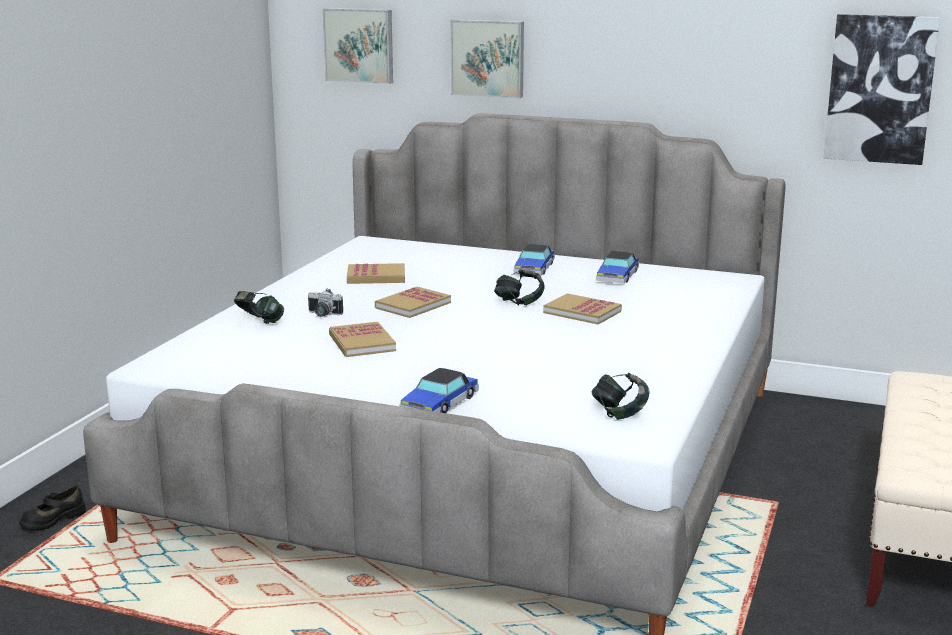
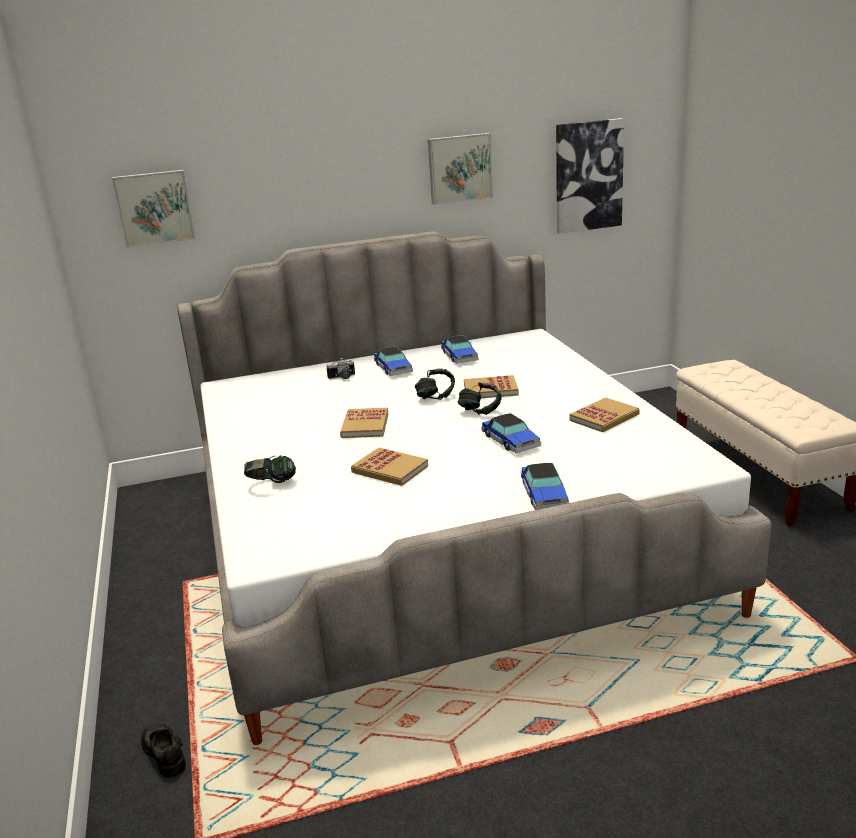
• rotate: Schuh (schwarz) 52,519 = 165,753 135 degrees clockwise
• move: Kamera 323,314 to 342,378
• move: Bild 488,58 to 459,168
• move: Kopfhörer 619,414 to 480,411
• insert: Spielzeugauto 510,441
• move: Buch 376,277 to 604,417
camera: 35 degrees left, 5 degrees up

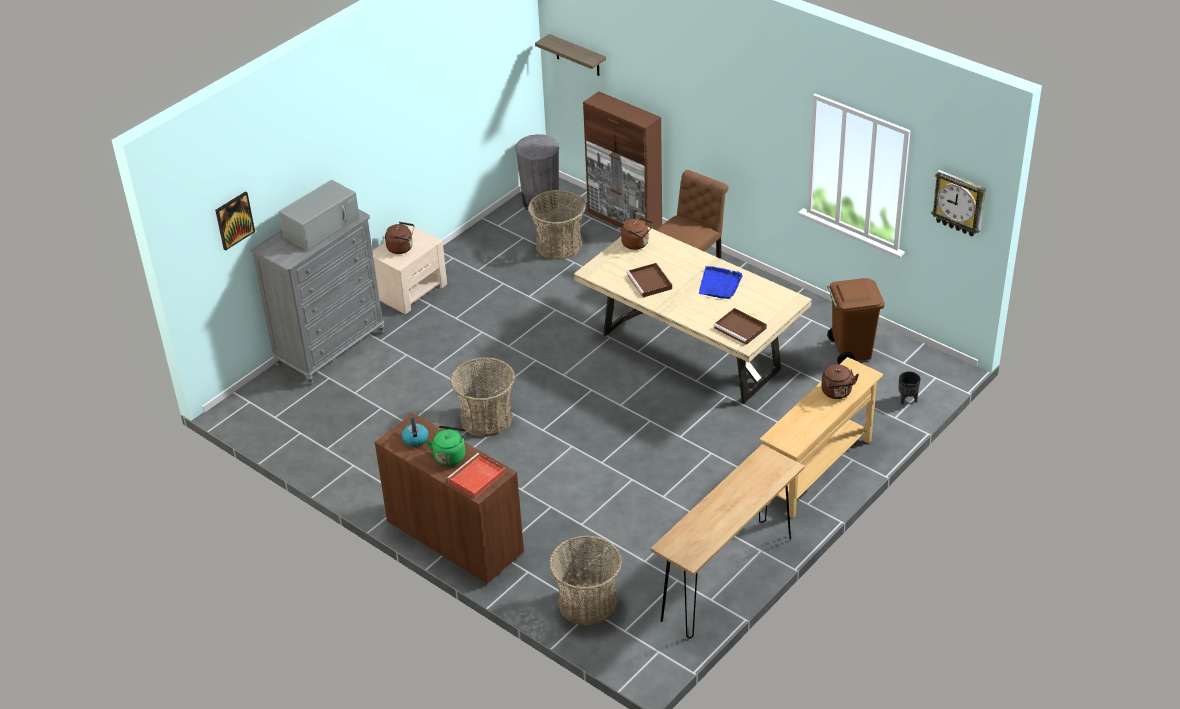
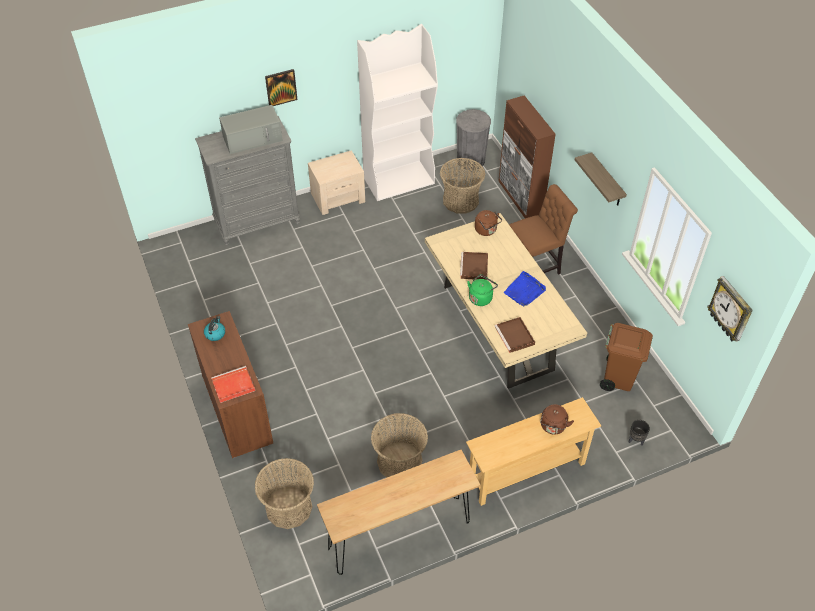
• move: Bild 234,220 to 281,87
• insert: Bücherregal (weiß) 399,180
• move: Korb 486,418 to 399,461
• move: Wasserkessel (grün) 450,456 to 481,297
• move: Wandregal 577,55 to 607,181
• delete: Wasserkessel (braun) 402,248
camera: 25 degrees right, 10 degrees up

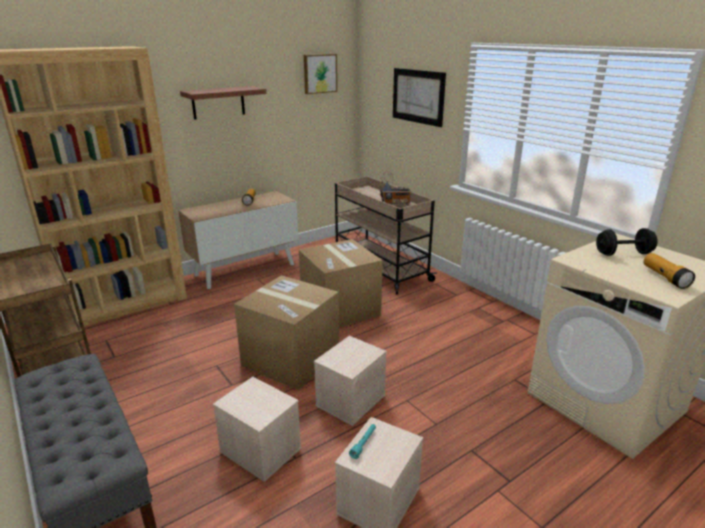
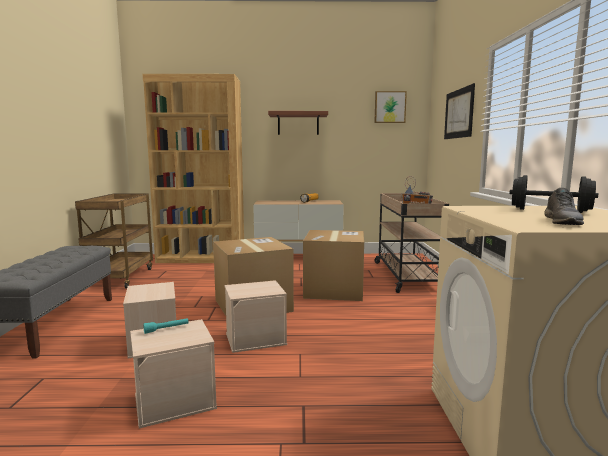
• replace: Taschenlampe 665,278 to Schuh (grau) 563,222
camera: 35 degrees right, 15 degrees down

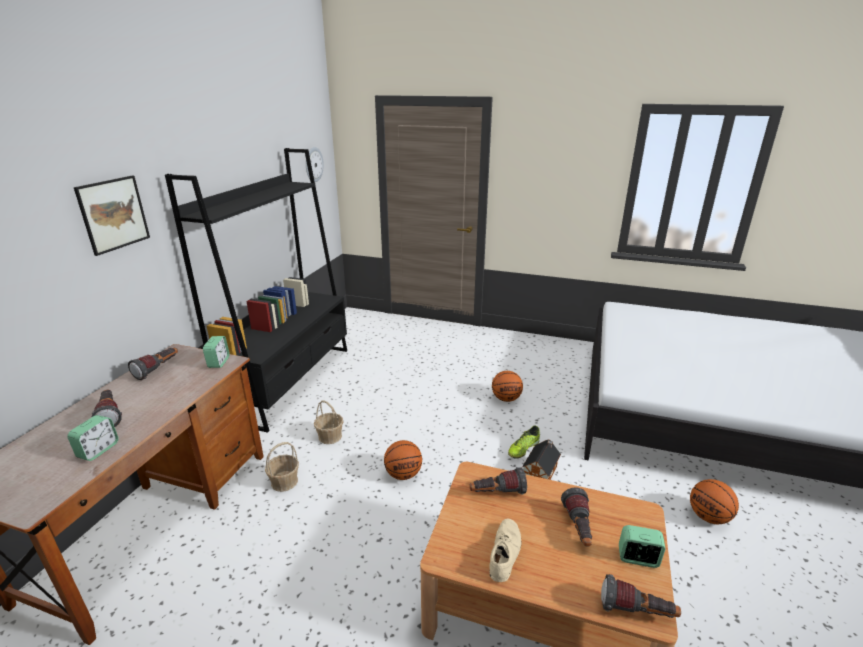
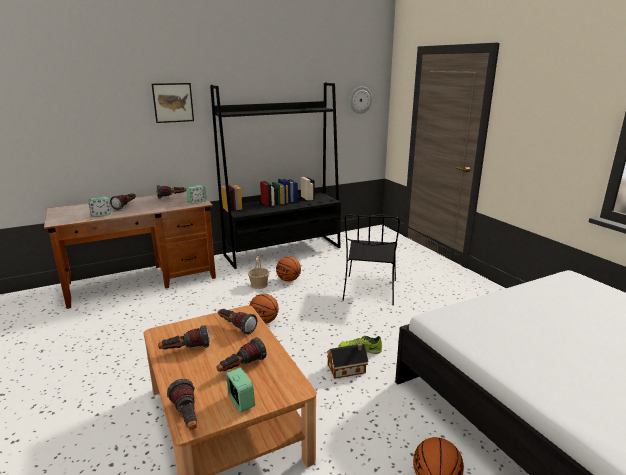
• replace: Schuh (beige) 504,553 to Taschenlampe 185,350
• move: Basketball 506,398 to 288,280
• insert: Stuhl (schwarz) 370,291
• delete: Korb 284,482
camera: 45 degrees right, 5 degrees down

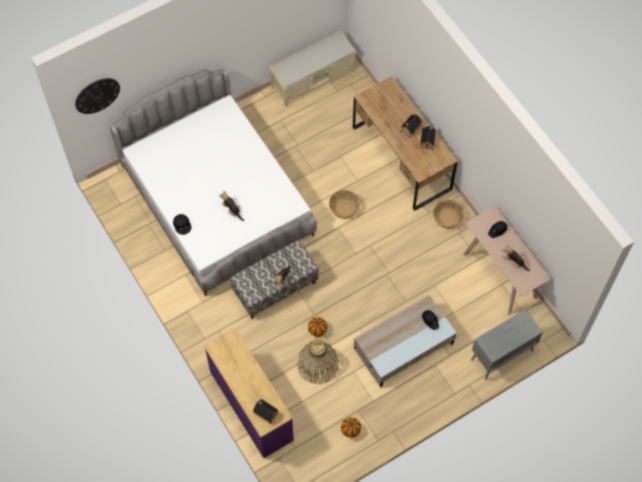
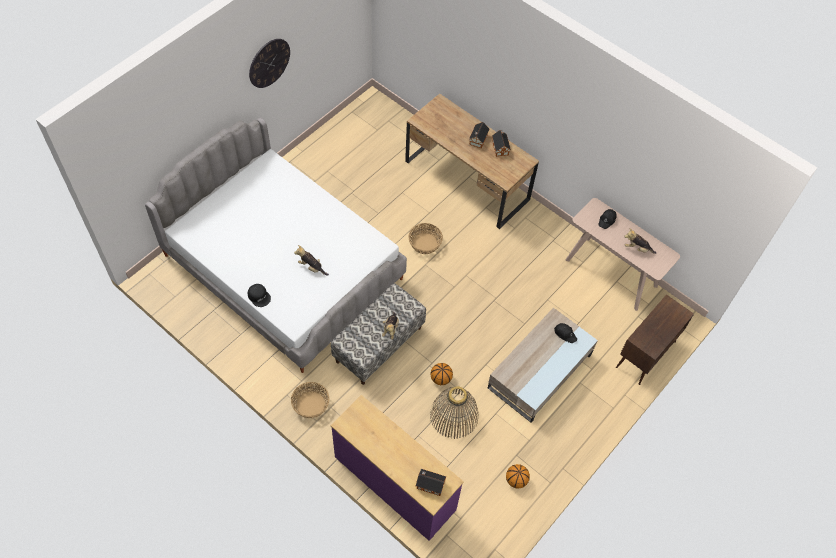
• move: Wanduhr 97,95 to 269,63
• move: Korb 447,218 to 310,405
• recolor: Schrank (grau) 501,356 to Schrank (braun) 645,355
• delete: Bank (beige) 313,78
camera: 20 degrees left, 5 degrees down

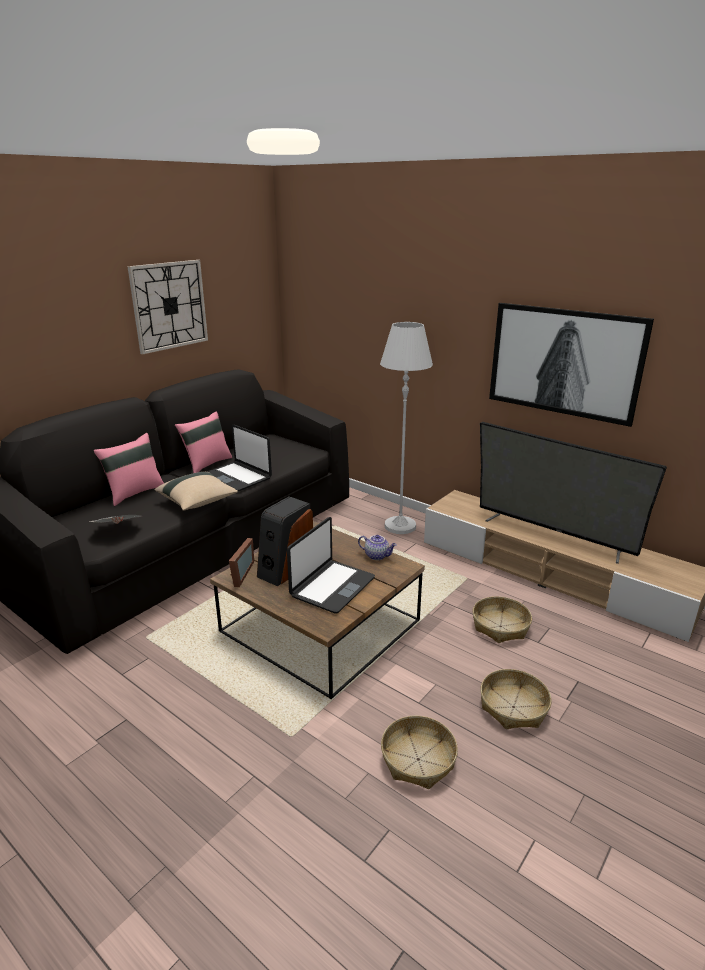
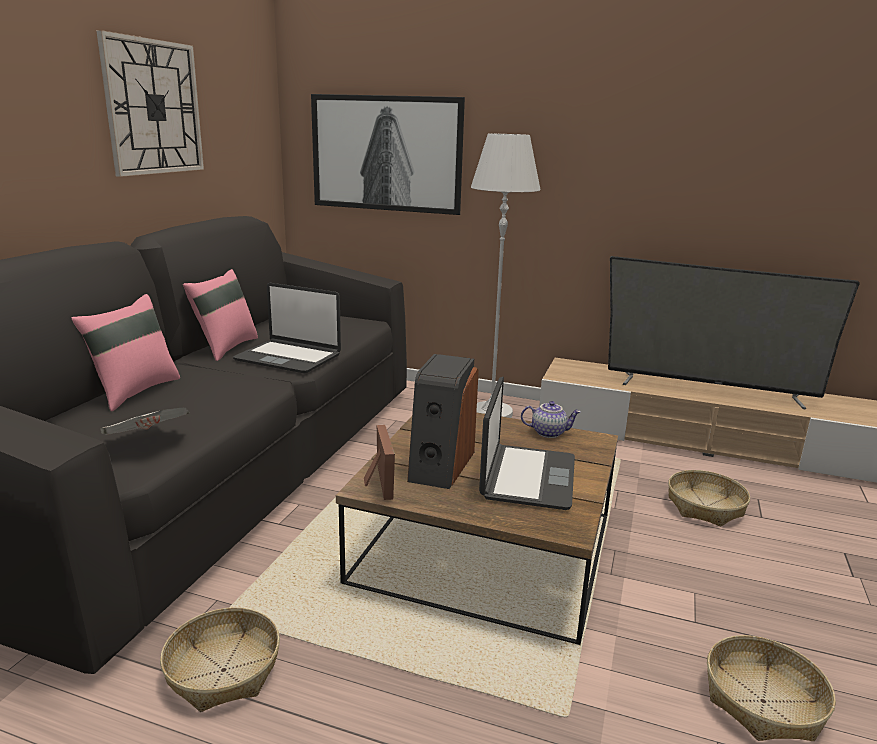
• move: Korb 513,707 to 224,670
• move: Bild 564,362 to 387,154
• delete: Kissen (beige) 197,502
camera: 20 degrees left, 5 degrees down

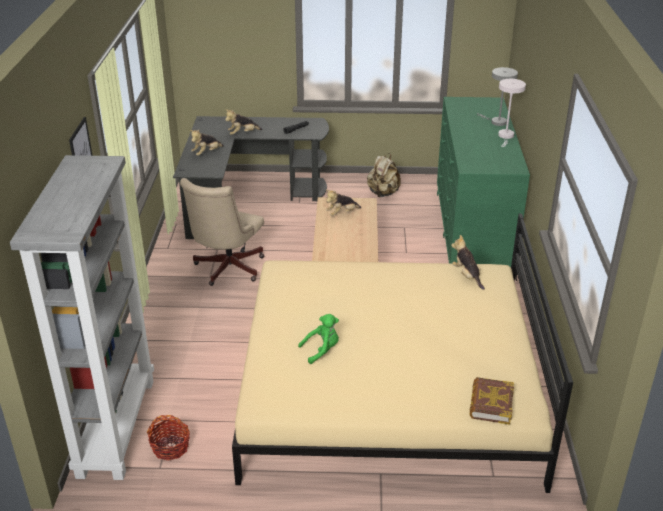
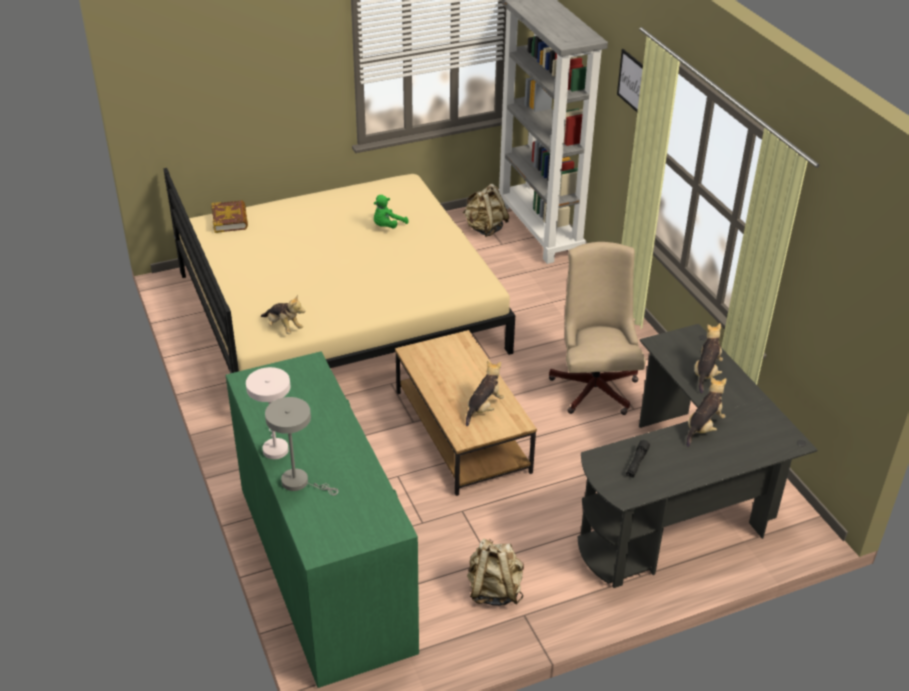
• replace: Korb 170,447 to Rucksack (beige) 485,229
camera: 155 degrees right, 5 degrees up

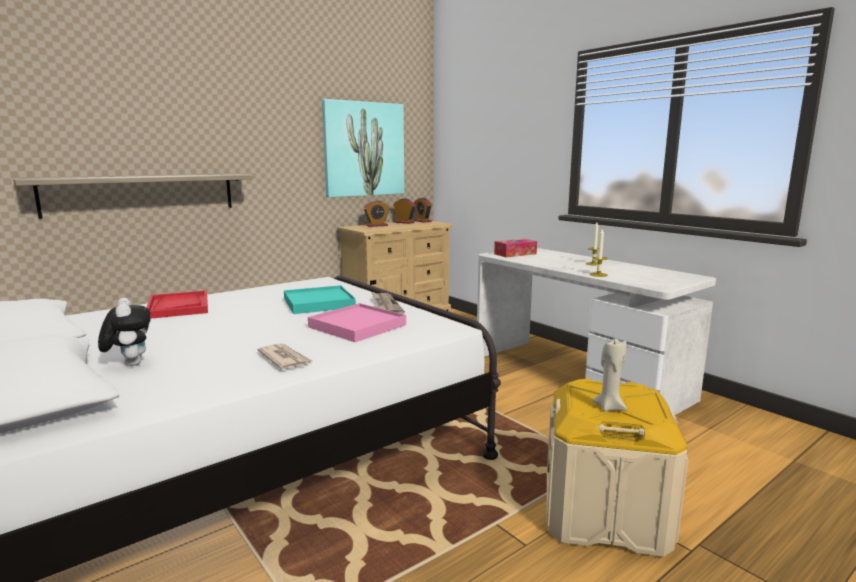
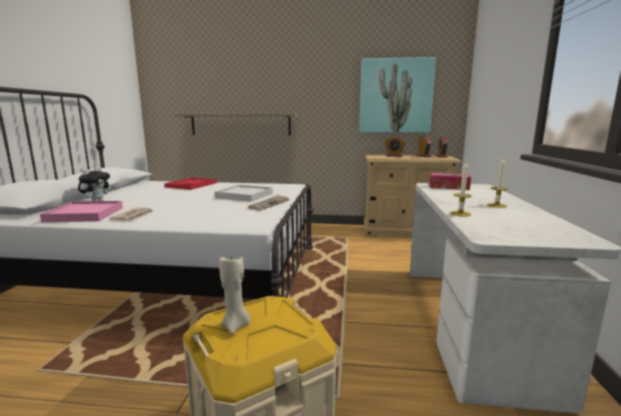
• move: Tablett (rosa) 357,326 to 85,214
• recolor: Tablett (türkis) 318,303 to Tablett (weiß) 244,195
camera: 45 degrees right, 0 degrees up

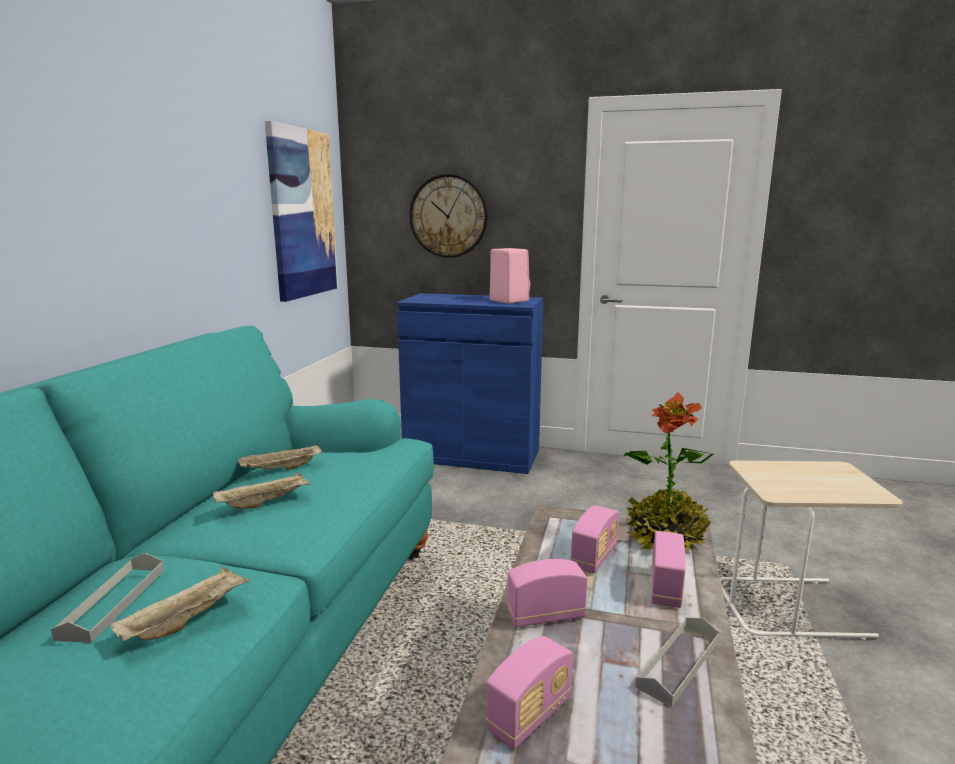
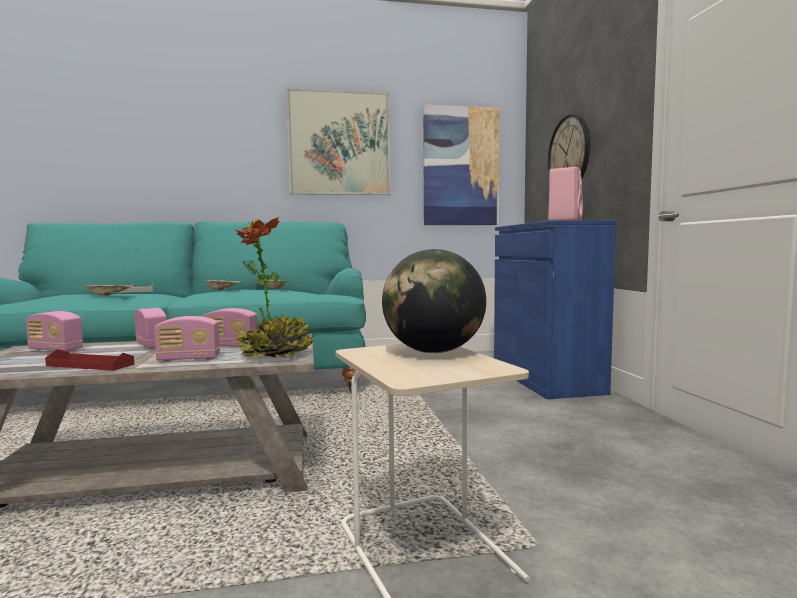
• recolor: Tablett (grau) 678,663 to Tablett (rot) 90,365
• insert: Bild 339,143
• insert: Globus 433,352
camera: 65 degrees right, 10 degrees down

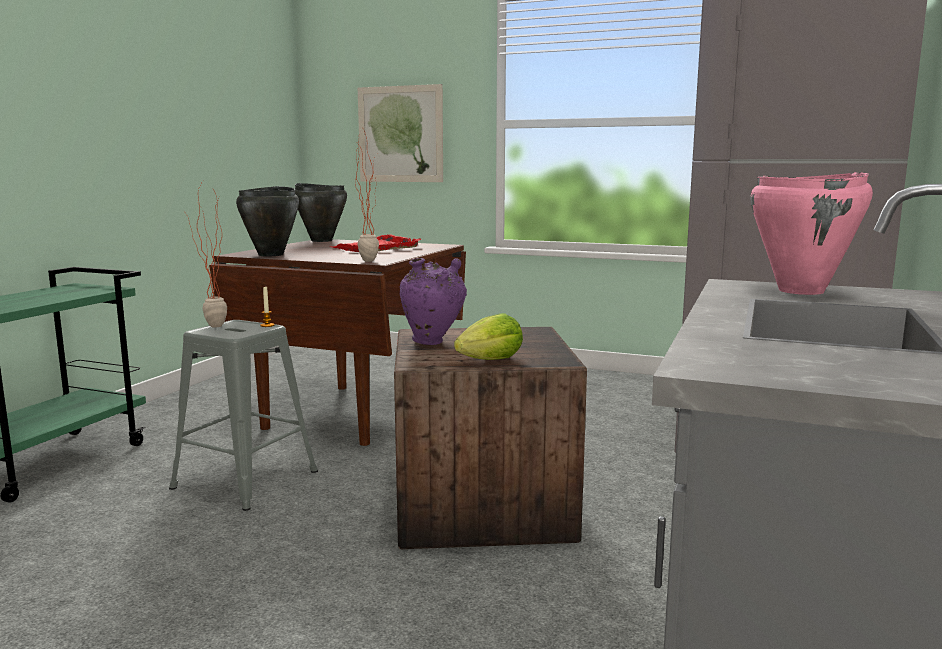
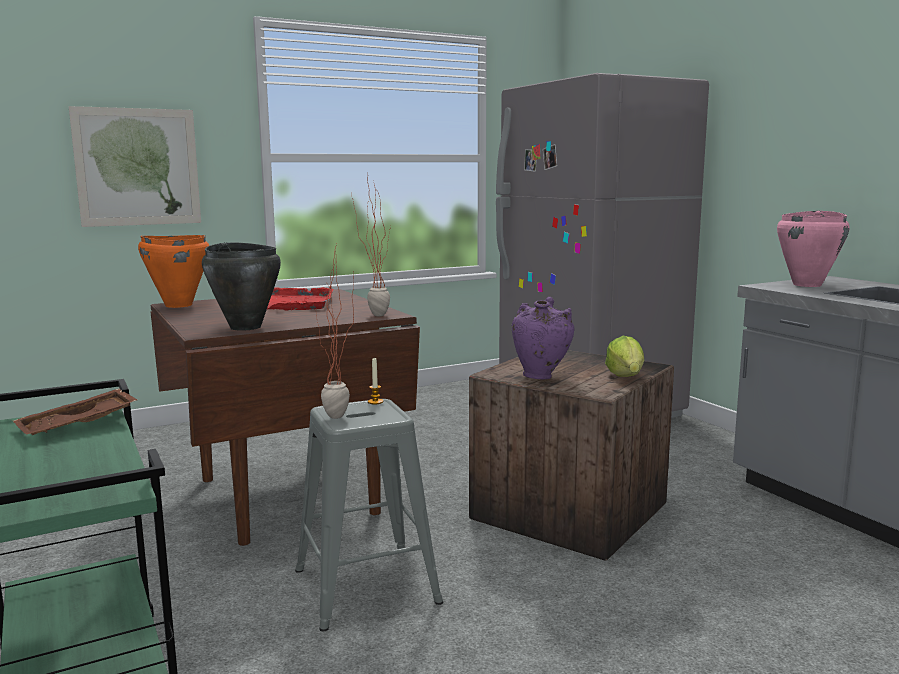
• insert: Tablett (braun) 78,426
• recolor: Kochtopf (schwarz) 321,240 to Kochtopf (orange) 178,305
camera: 50 degrees left, 0 degrees up

